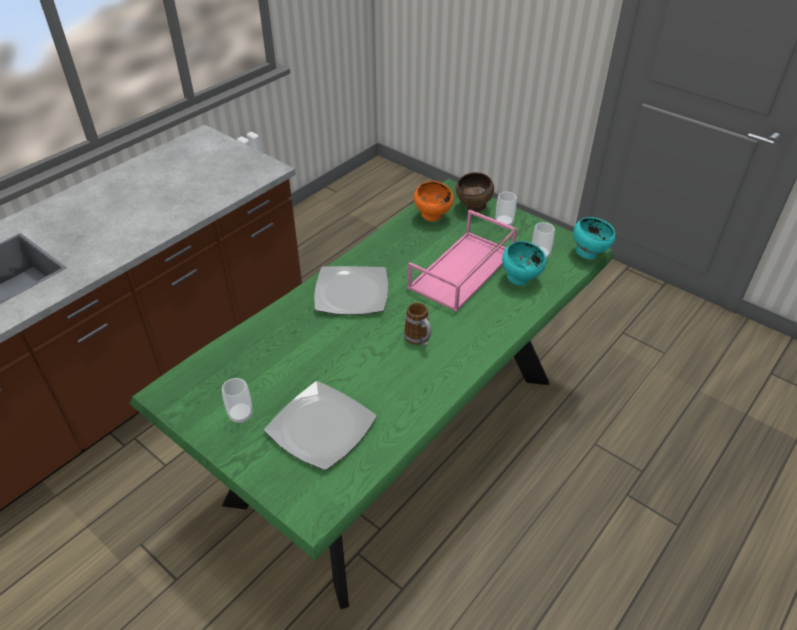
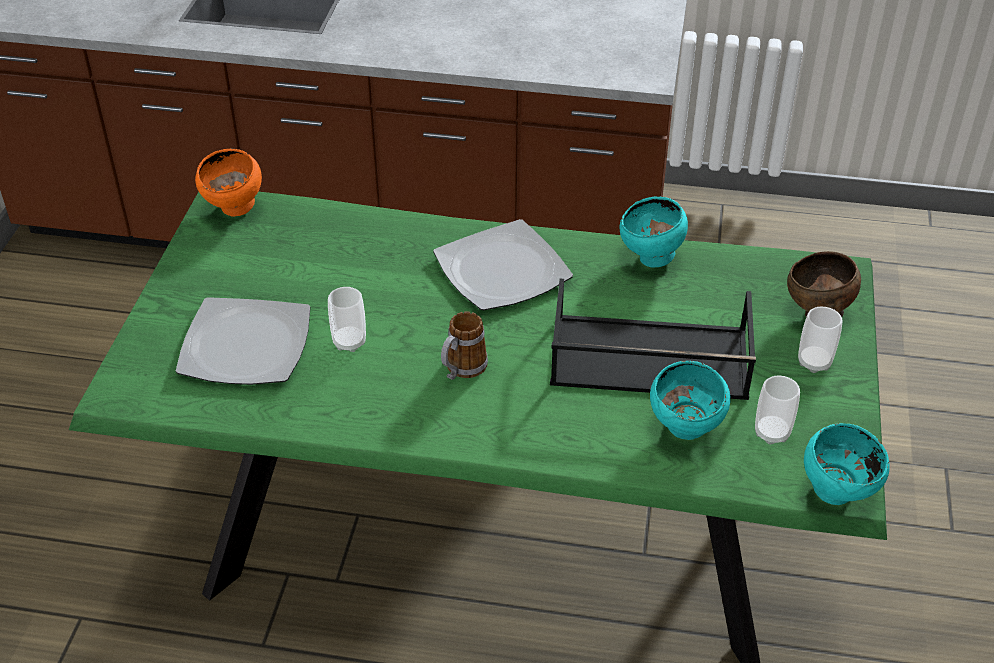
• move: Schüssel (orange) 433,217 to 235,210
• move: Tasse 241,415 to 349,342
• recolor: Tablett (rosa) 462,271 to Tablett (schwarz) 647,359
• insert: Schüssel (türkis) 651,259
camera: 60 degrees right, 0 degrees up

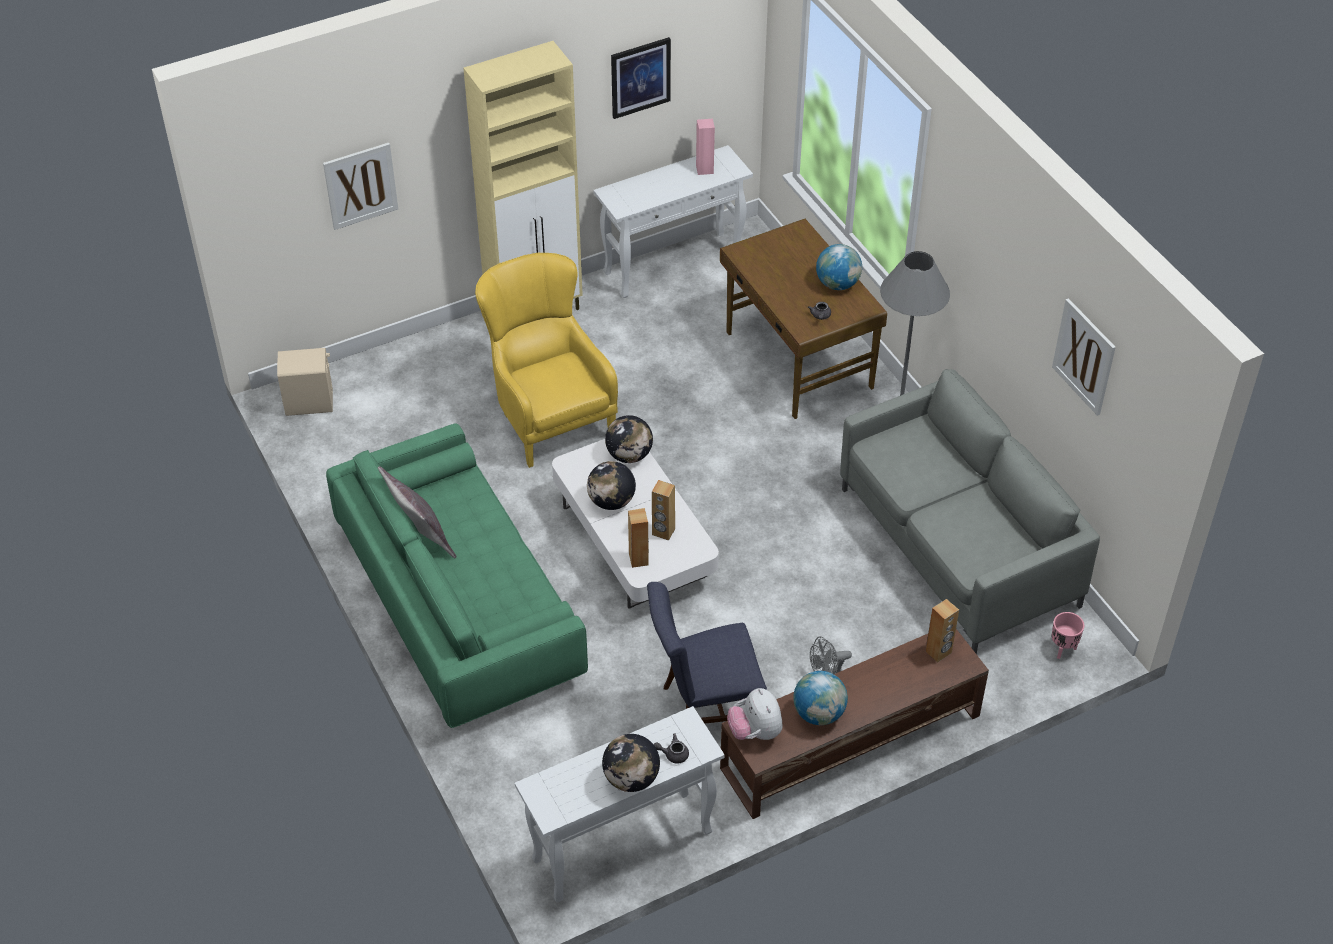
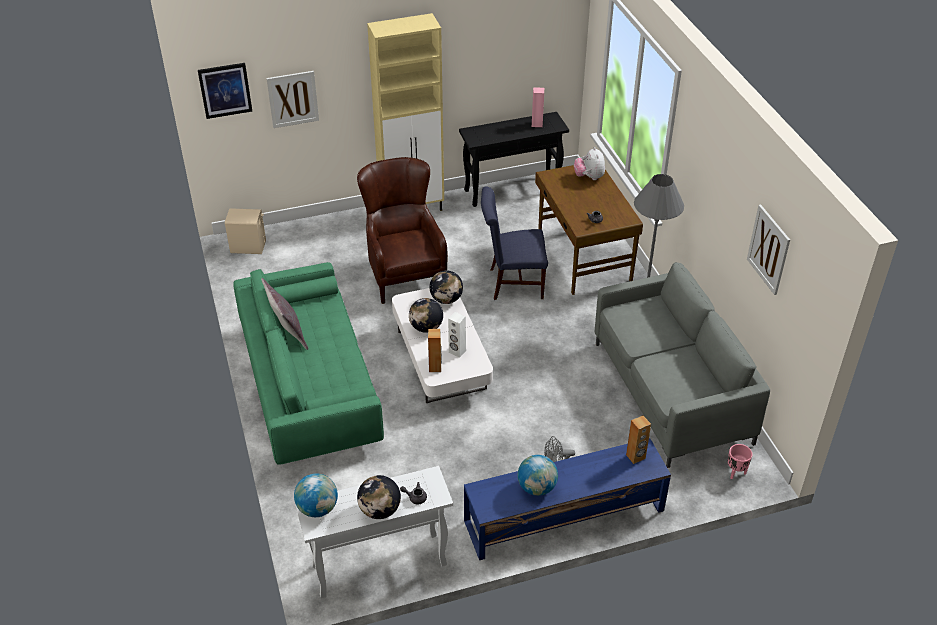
• move: Bild 640,77 to 225,90
• move: Globus 837,284 to 318,508
• recolor: Sessel (gelb) 548,415 to Sessel (braun) 404,273
• recolor: Lautsprecher (braun) 663,532 to Lautsprecher (weiß) 457,351
• recolor: Konsolentisch (weiß) 674,264 to Konsolentisch (schwarz) 512,190
• recolor: Fernsehschrank (braun) 849,742 to Fernsehschrank (blau) 563,516
• move: Stuhl (blau) 704,711 to 512,283
• move: Plüschtier 755,732 to 589,177
camera: 10 degrees right, 5 degrees down

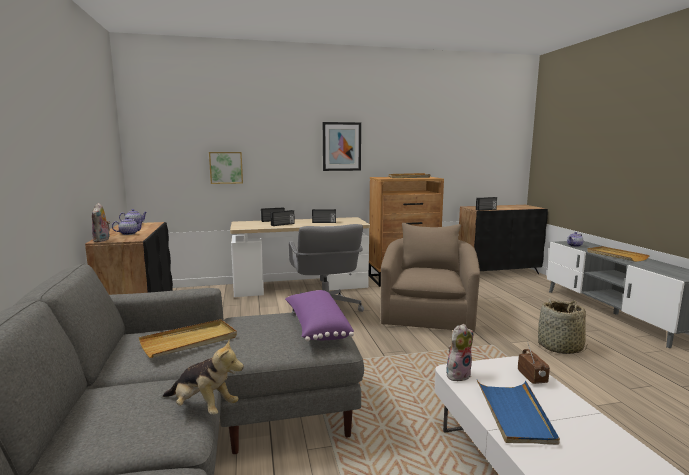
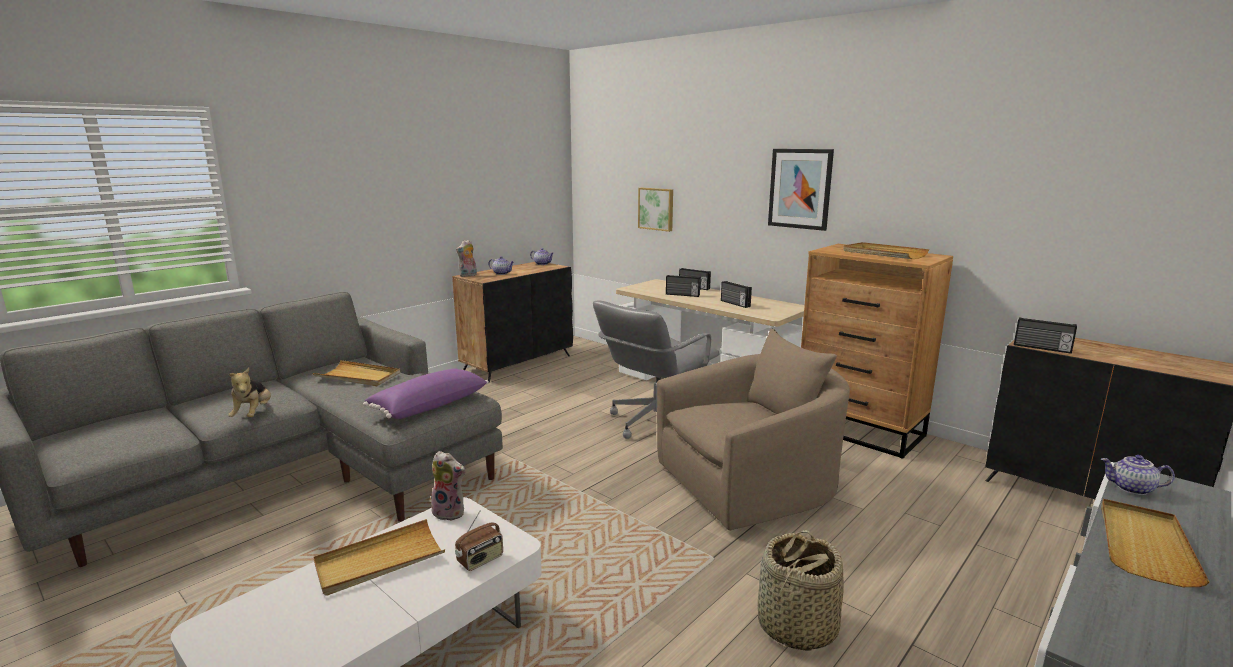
• recolor: Tablett (blau) 514,413 to Tablett (beige) 379,561
camera: 55 degrees right, 5 degrees up

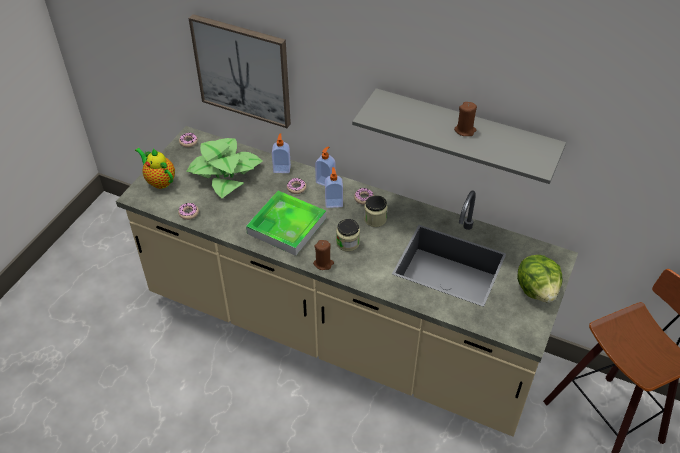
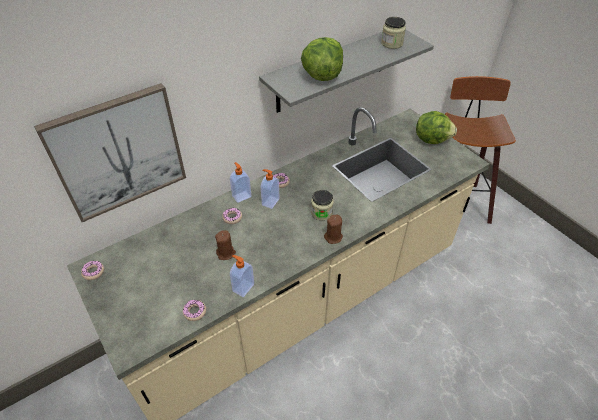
• move: Kerze (braun) 465,130 to 226,253
• move: Seifenspender 282,168 to 243,287
• insert: Salatkopf 322,75
• move: Vorratsglas 375,219 to 392,43
• delete: Teekanne 159,181
• delete: Topfpflanze 225,172
• delete: Tablett 287,226
camera: 60 degrees left, 0 degrees up

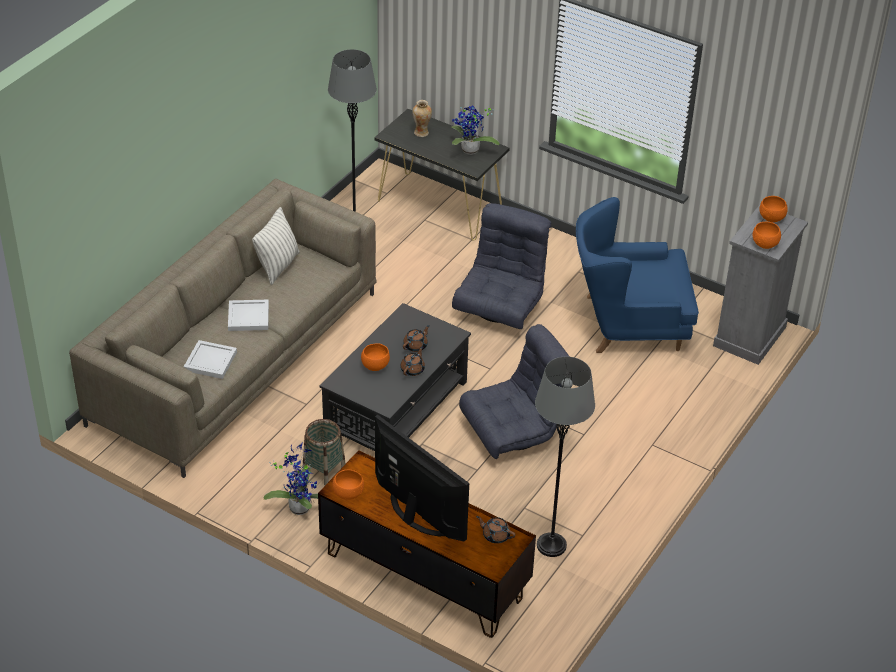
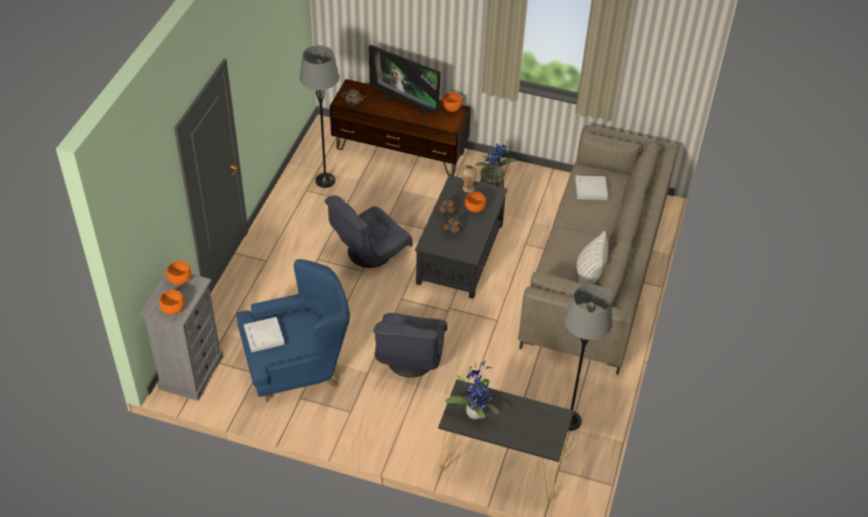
• move: Tablett (weiß) 249,316 to 263,336
• move: Vase 421,133 to 468,188
camera: 165 degrees right, 5 degrees up

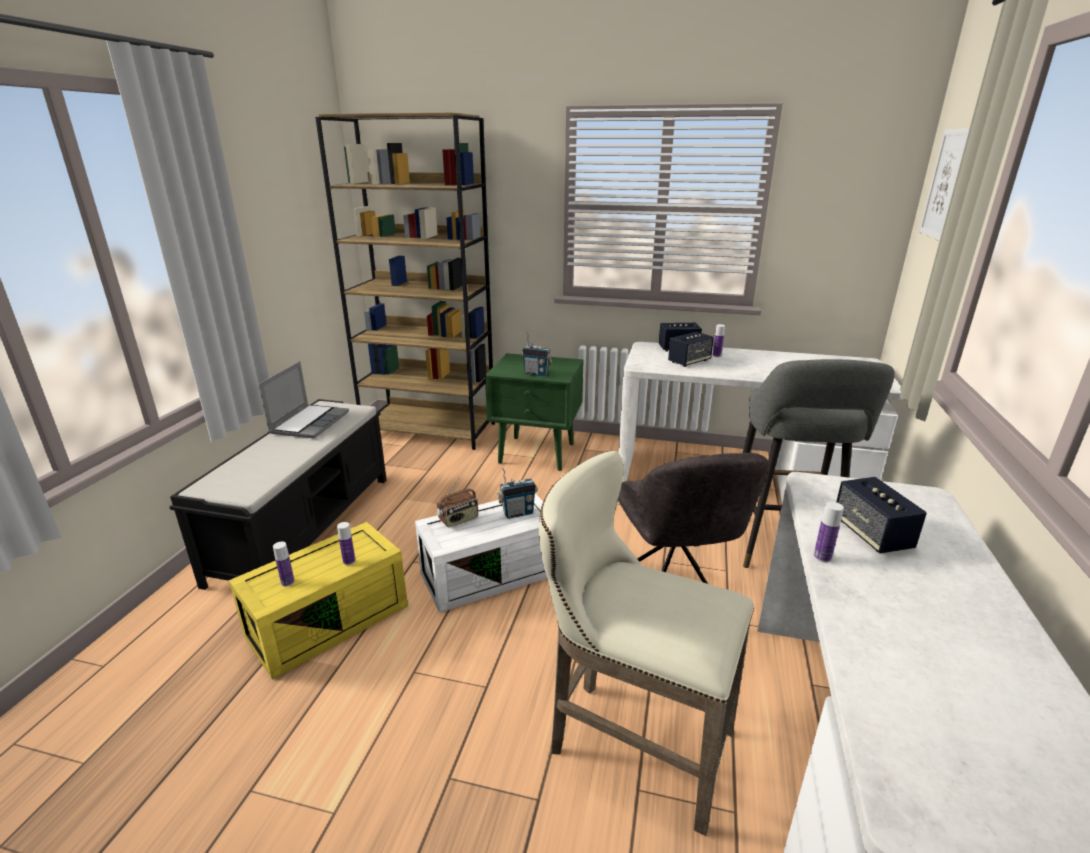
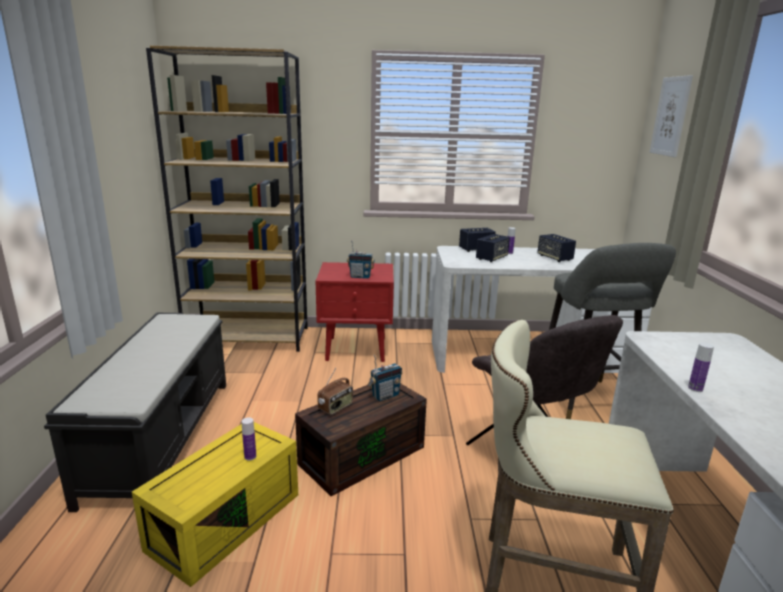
• recolor: Aufbewahrungsbox (weiß) 491,572 to Aufbewahrungsbox (braun) 362,454
• recolor: Nachttisch (grün) 537,453 to Nachttisch (rot) 357,349
• move: Lautsprecher 871,534 to 554,258
• delete: Laptop 309,422
• delete: Flasche 287,582
camera: 15 degrees left, 5 degrees down

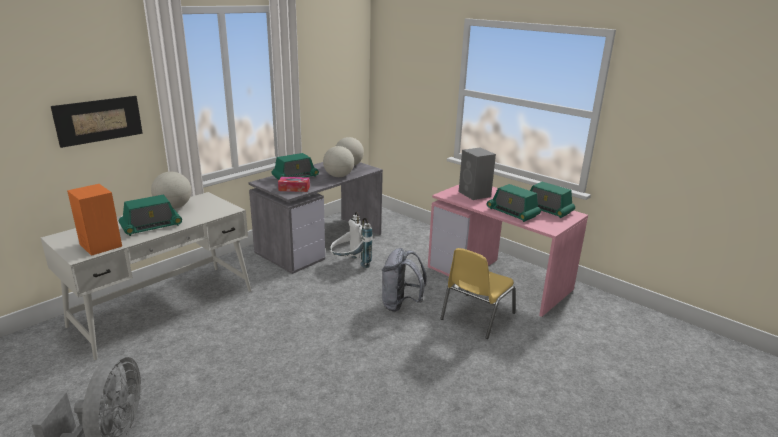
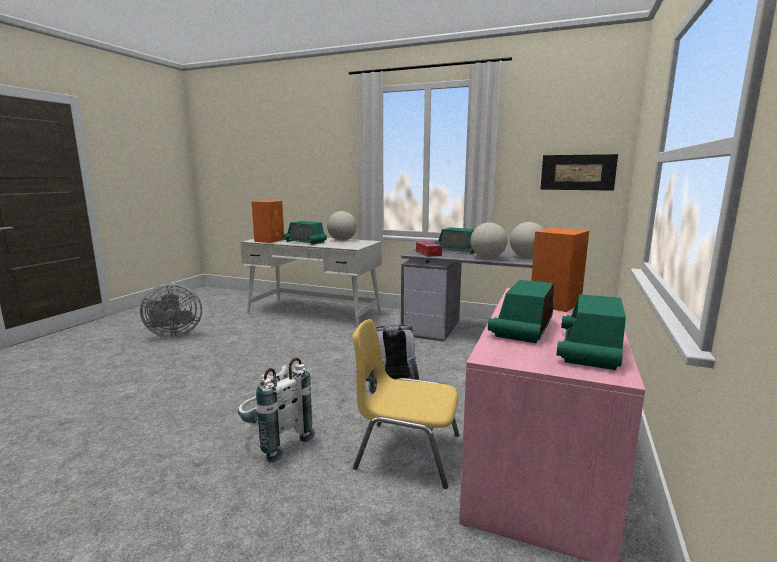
• move: Rucksack (weiß) 350,265 to 274,441
• recolor: Lautsprecher (grau) 475,194 to Lautsprecher (orange) 555,304
• move: Bild 99,120 to 577,172
camera: 70 degrees right, 10 degrees down

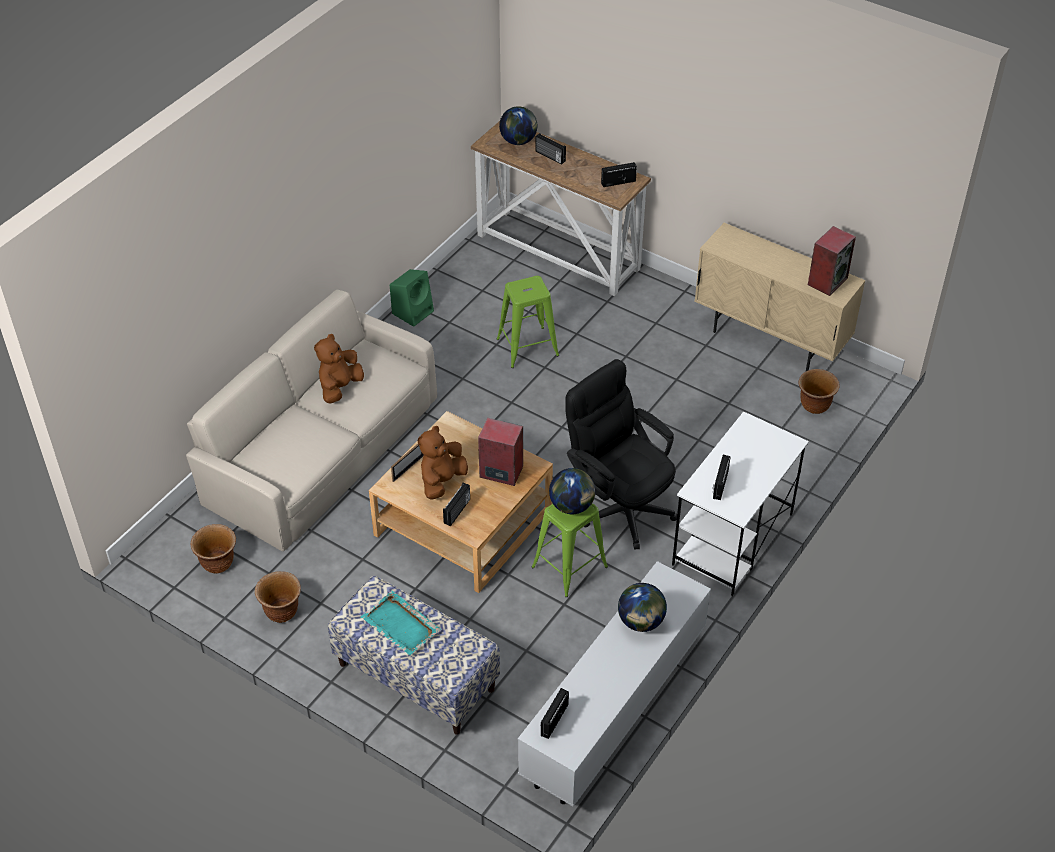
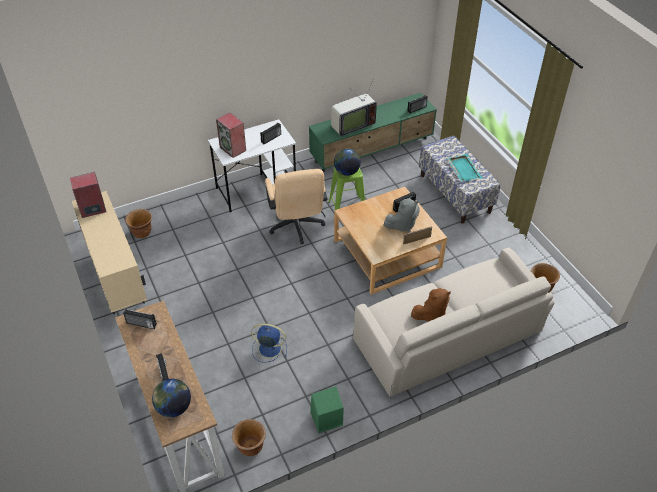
• move: Lautsprecher 500,472 to 233,149
• move: Pflanzkübel (braun) 281,611 to 251,447
• replace: Hocker (grün) 527,347 to Ventilator (blau) 268,348
• recolor: Bürostuhl (schwarz) 619,504 to Bürostuhl (beige) 297,227
• recolor: Fernsehschrank (weiß) 612,708 to Fernsehschrank (grün) 372,150
• replace: Globus 641,622 to Fernseher 351,126
• recolor: Plüschtier (braun) 442,481 to Plüschtier (grau) 402,225
camera: 150 degrees left, 0 degrees up

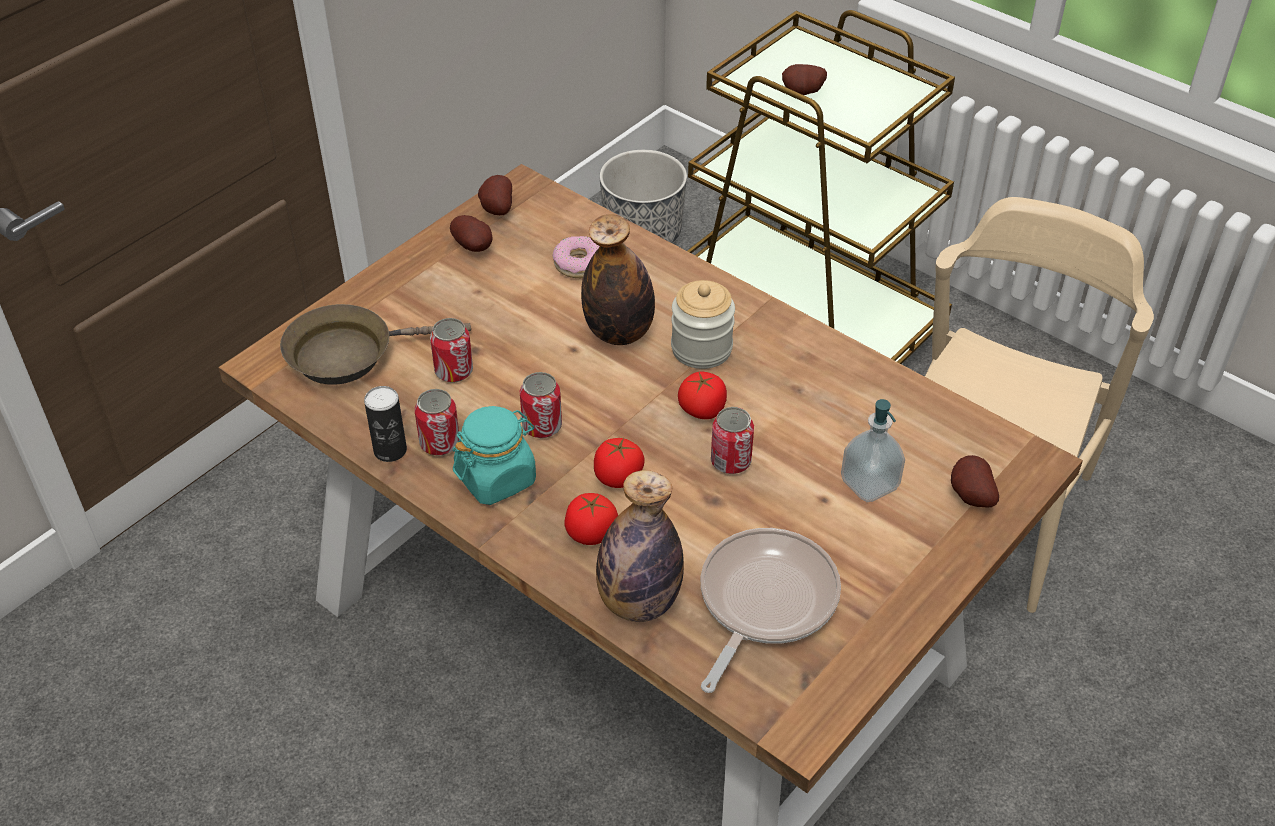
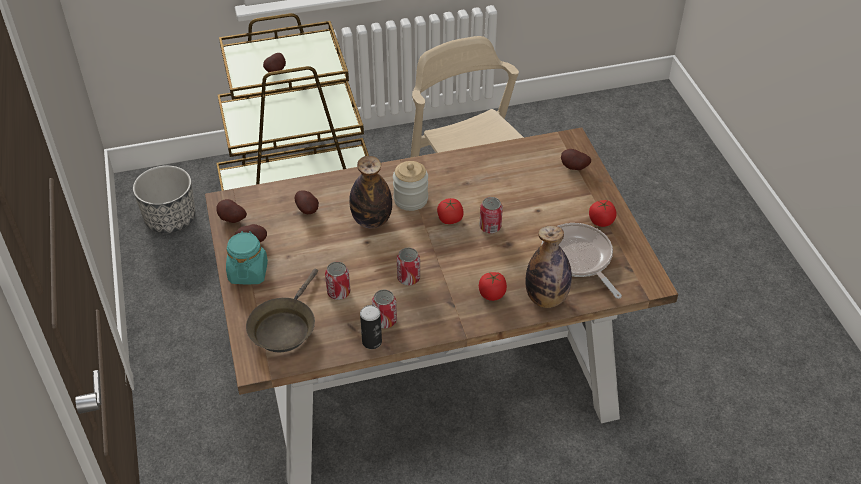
• move: Vorratsglas (türkis) 496,478 to 248,272
• replace: Donut 579,264 to Kartoffel 308,210
• move: Tomate 618,477 to 601,221
• delete: Seifenspender 869,484
camera: 55 degrees left, 0 degrees up

